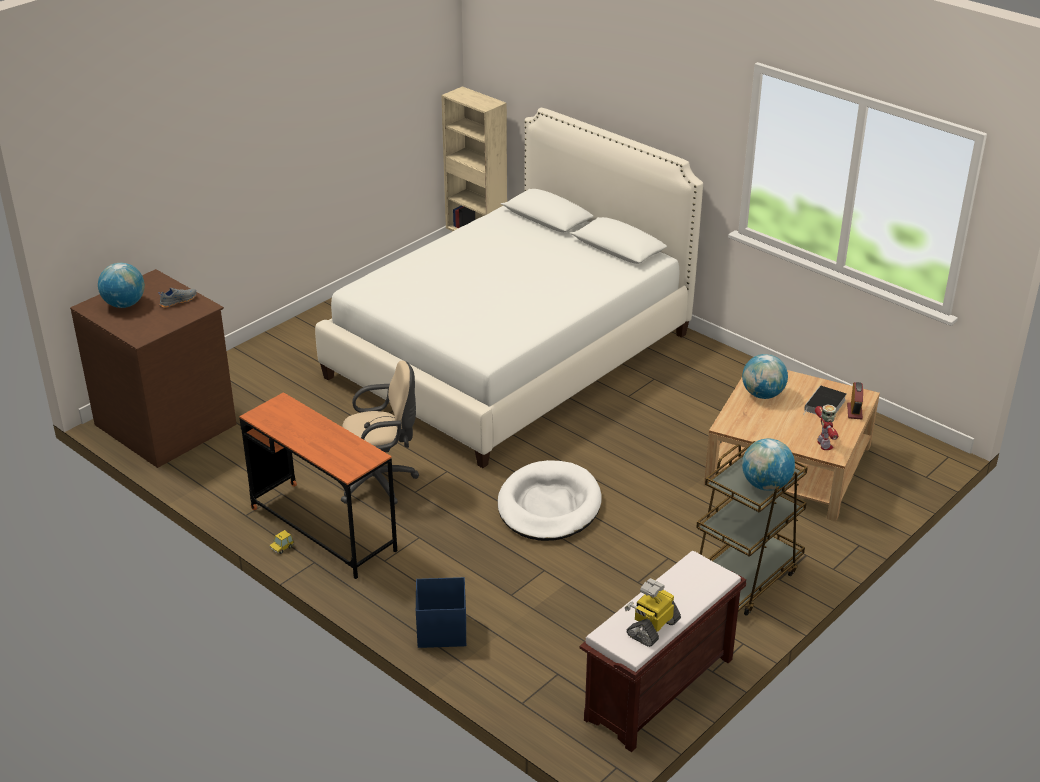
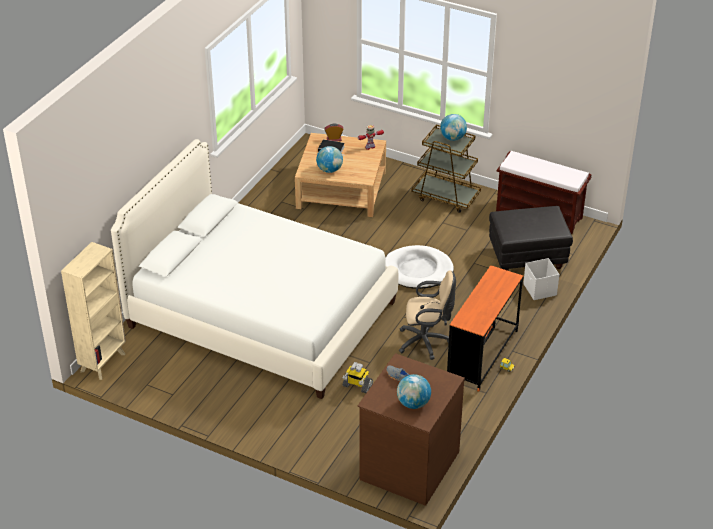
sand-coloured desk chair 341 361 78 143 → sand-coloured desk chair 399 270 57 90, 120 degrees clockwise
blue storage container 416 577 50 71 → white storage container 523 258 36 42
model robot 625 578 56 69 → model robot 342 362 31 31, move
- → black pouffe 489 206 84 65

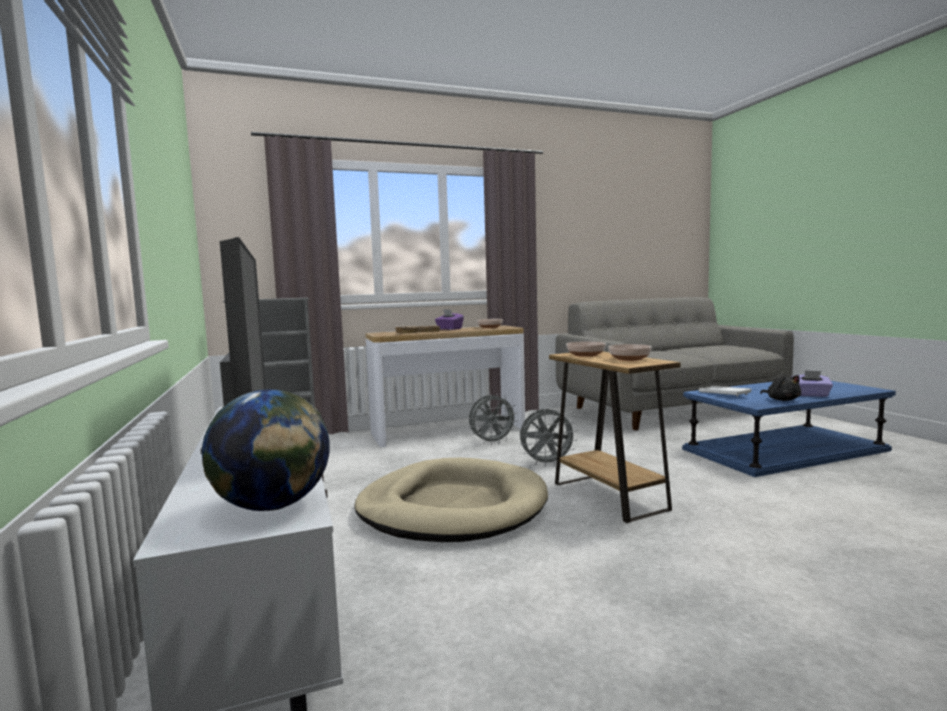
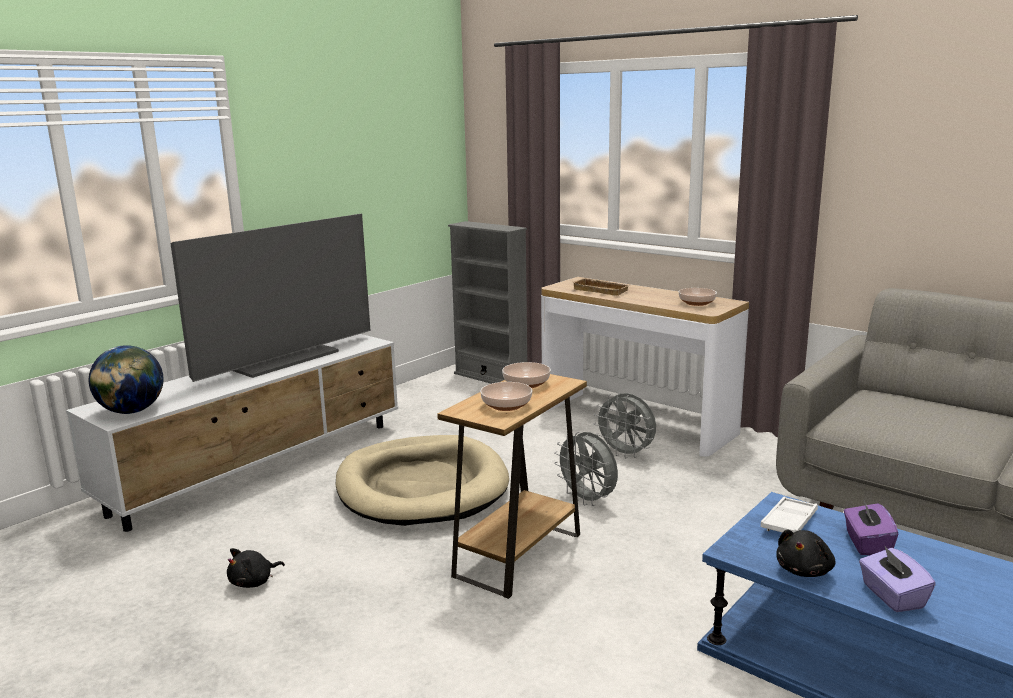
purplish tissue holder 435 309 29 21 → purplish tissue holder 844 501 54 54, move
- → black plush toy 227 548 58 40

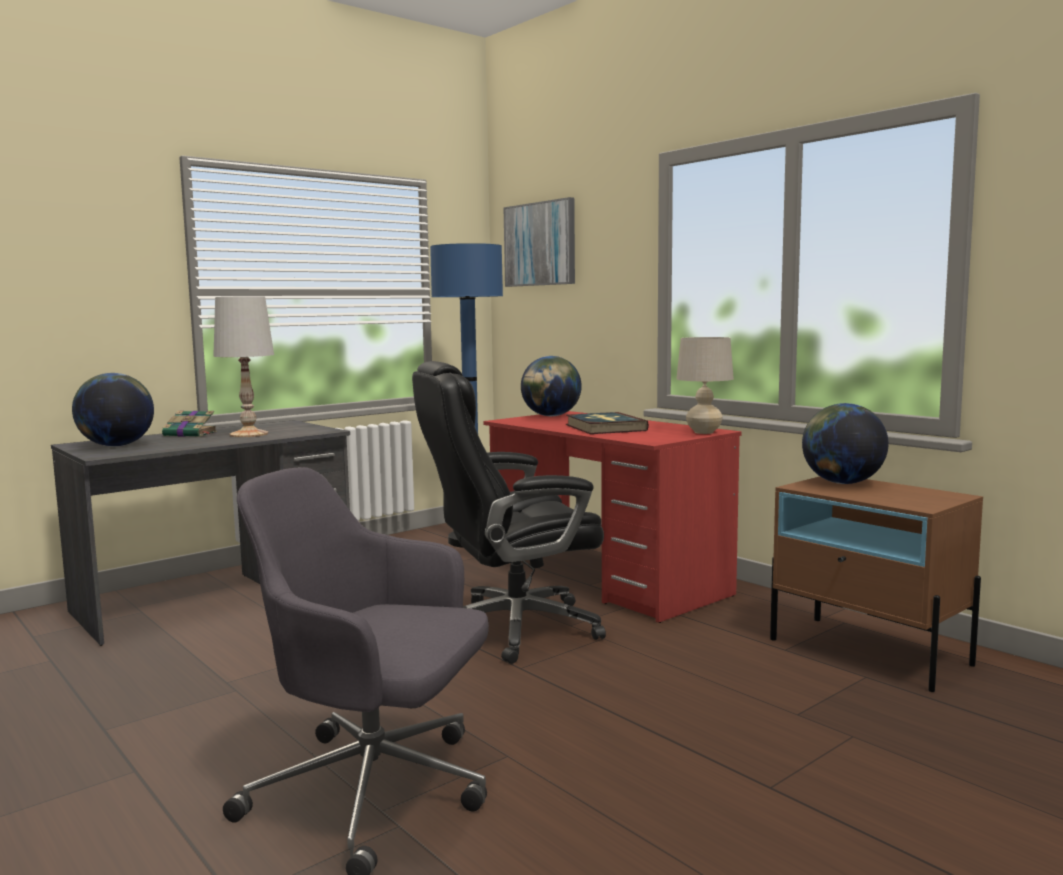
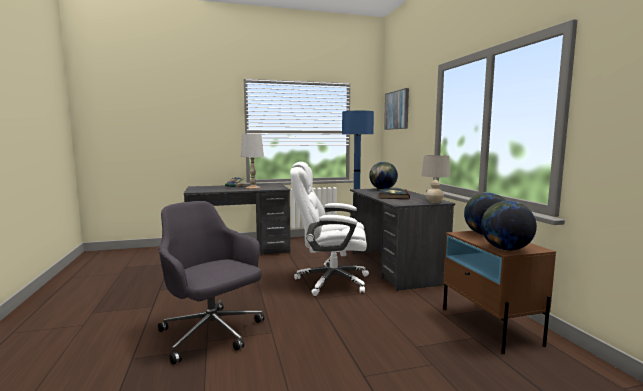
globe 72 373 82 74 → globe 481 201 56 50, move
black desk chair 412 361 194 303 → white desk chair 290 162 79 134
red-coloured desk unit 483 411 259 212 → grey desk unit 350 188 105 103

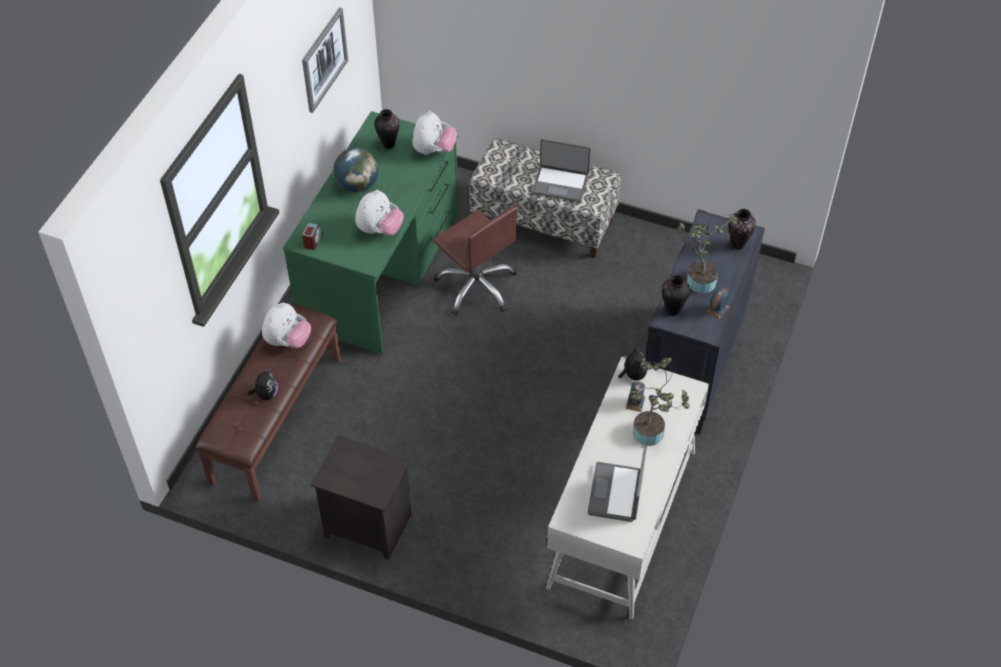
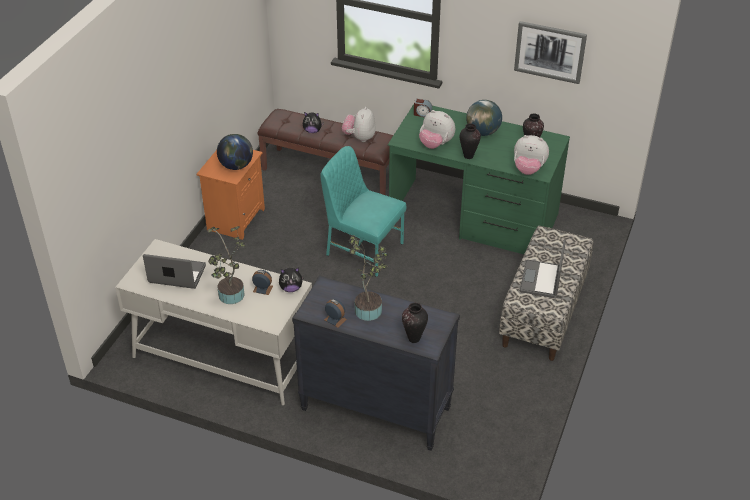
plush toy 262 302 49 46 → plush toy 342 107 34 35, 75 degrees clockwise
black night table 311 435 100 125 → orange-coloured night table 196 150 69 90
brownish desk chair 433 206 85 110 → -
vase 662 275 28 41 → vase 460 123 21 36, move
- → globe 217 134 36 36
- → turquoise-coloured plain chair 320 146 86 131

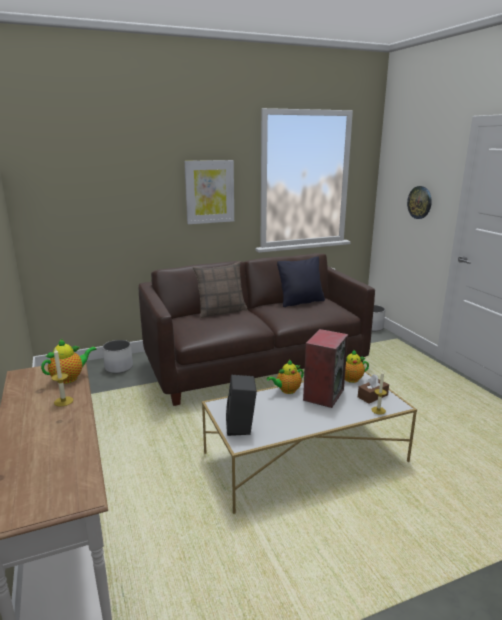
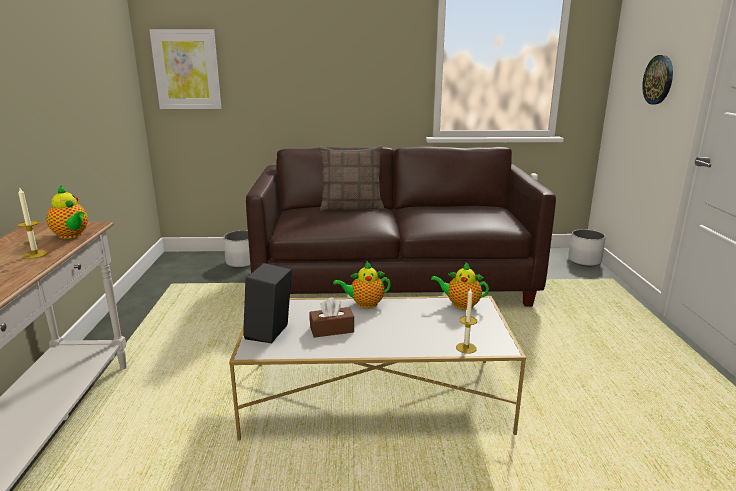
teapot 41 339 56 45 → teapot 46 186 42 53, 60 degrees clockwise
picture 184 160 50 64 → picture 149 29 72 80, move
black throw pillow 277 256 48 51 → -
audio speaker 303 329 45 79 → -
brownish tissue holder 358 374 31 30 → brownish tissue holder 310 297 44 41, move

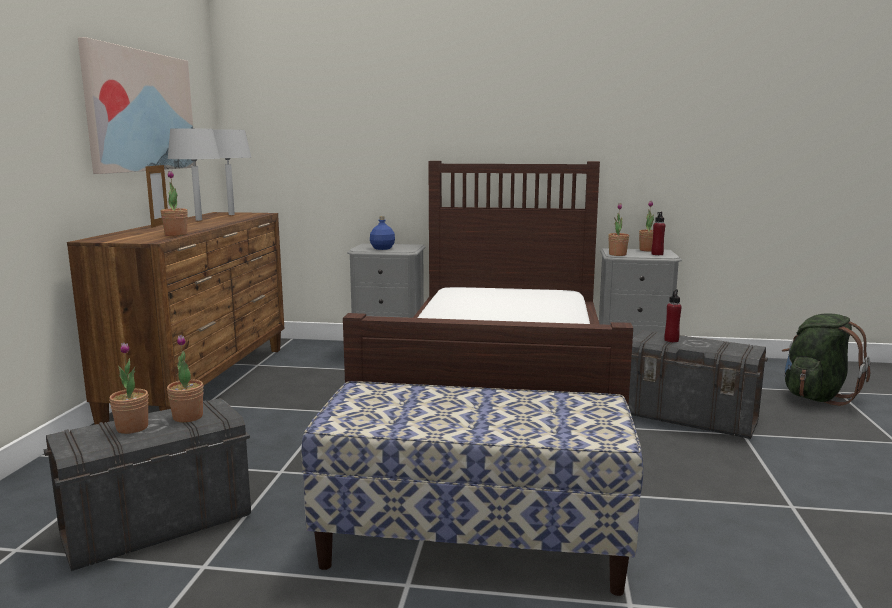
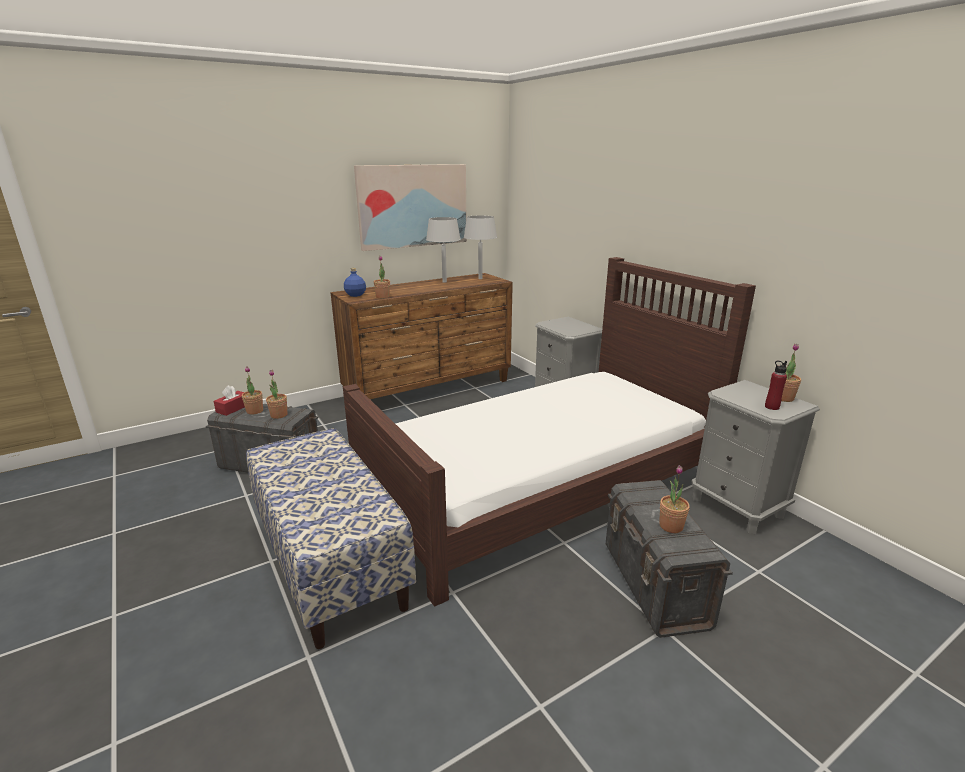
standing frame 145 165 23 63 → -
blue drink bottle 370 216 25 34 → blue drink bottle 344 268 22 29, move
plant in a pot 608 203 21 53 → plant in a pot 659 465 31 68, move
red-coloured drink bottle 664 289 18 53 → -
greenish knapsack 782 313 88 93 → -
- → red-coloured tissue holder 214 385 31 31

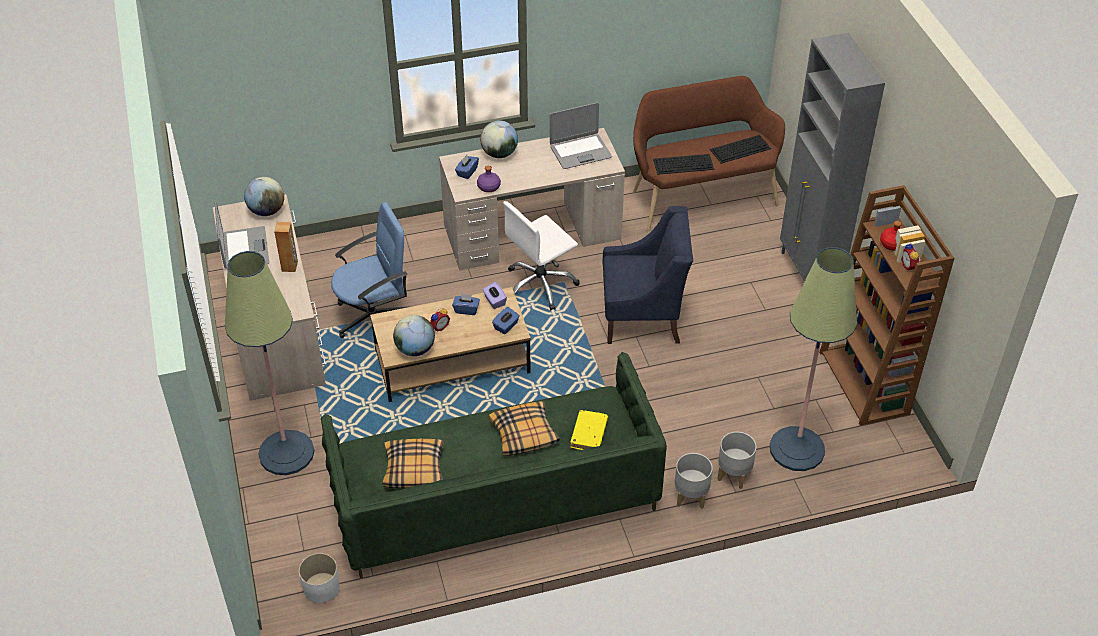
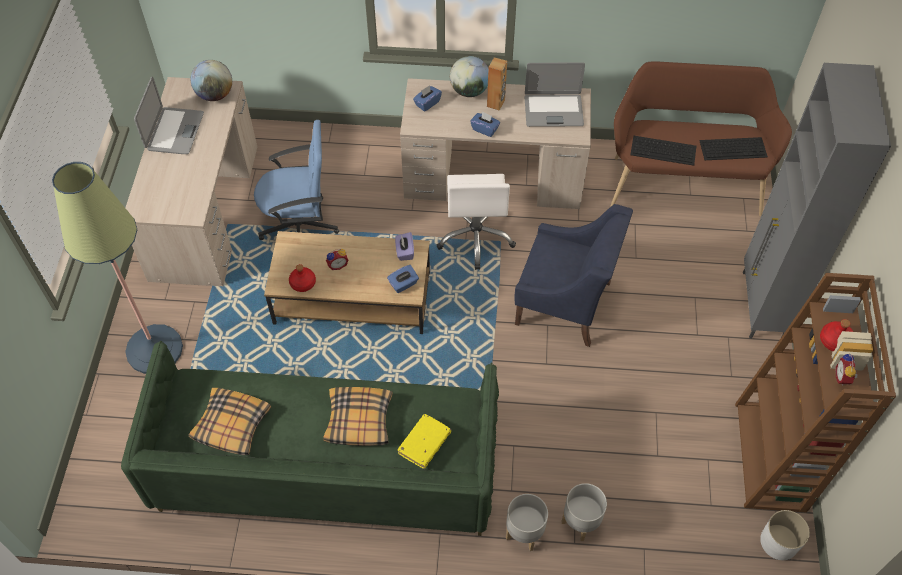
brownish audio speaker 274 222 24 50 → brownish audio speaker 487 57 20 54, move
white planter 299 553 41 50 → white planter 760 510 50 50, move
globe 393 315 42 41 → red-coloured drink bottle 289 264 27 28
blue tissue holder 452 293 28 22 → blue tissue holder 470 111 30 26, move
purplish drink bottle 477 166 24 26 → -
white desk chair 503 201 77 109 → white desk chair 436 174 80 96, 75 degrees counterclockwise
floor lamp 770 247 87 224 → -

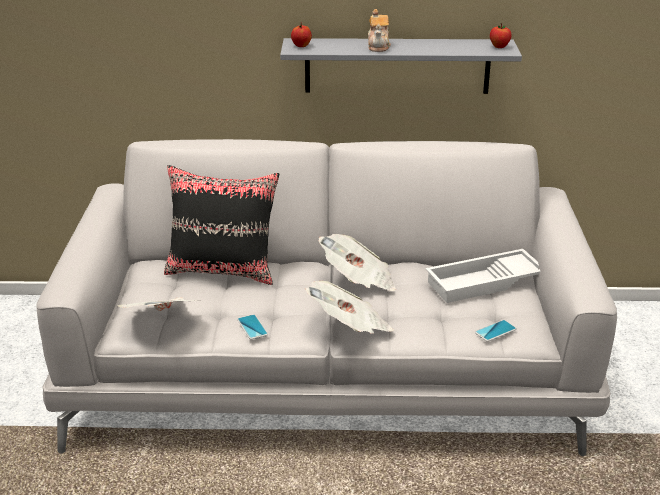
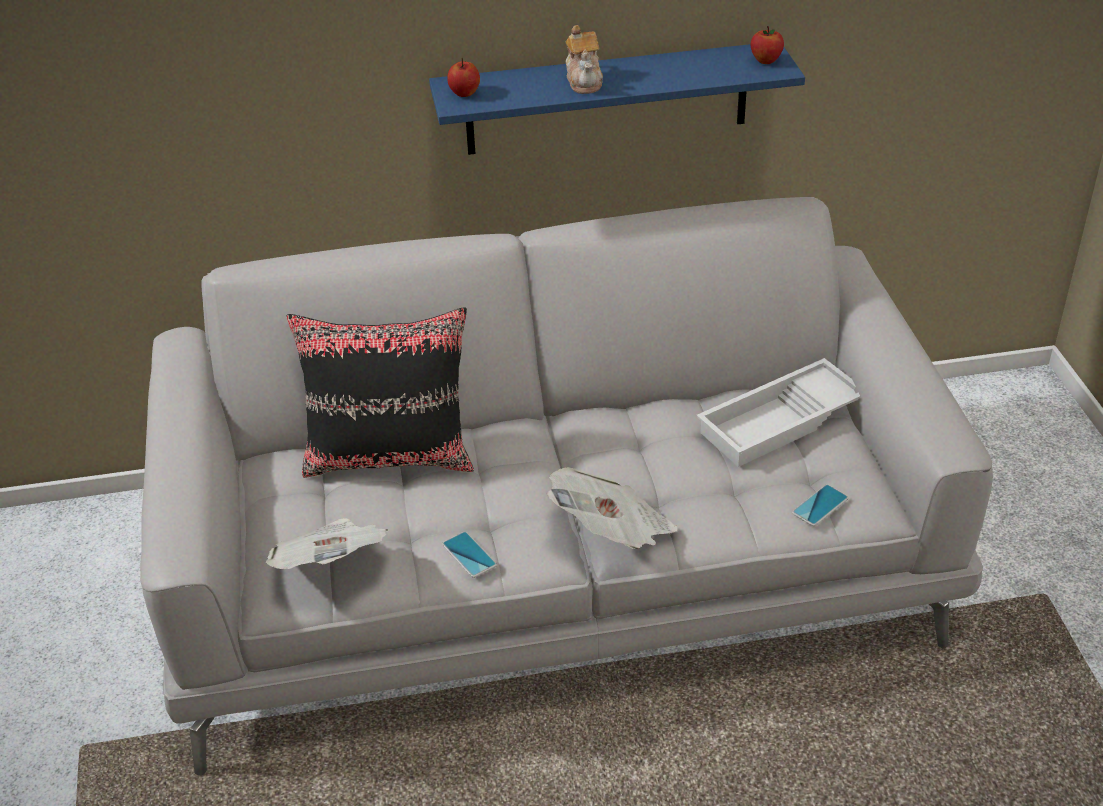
grey bracket shelf 280 38 242 56 → blue bracket shelf 429 44 376 111
printed paper 319 234 77 57 → -

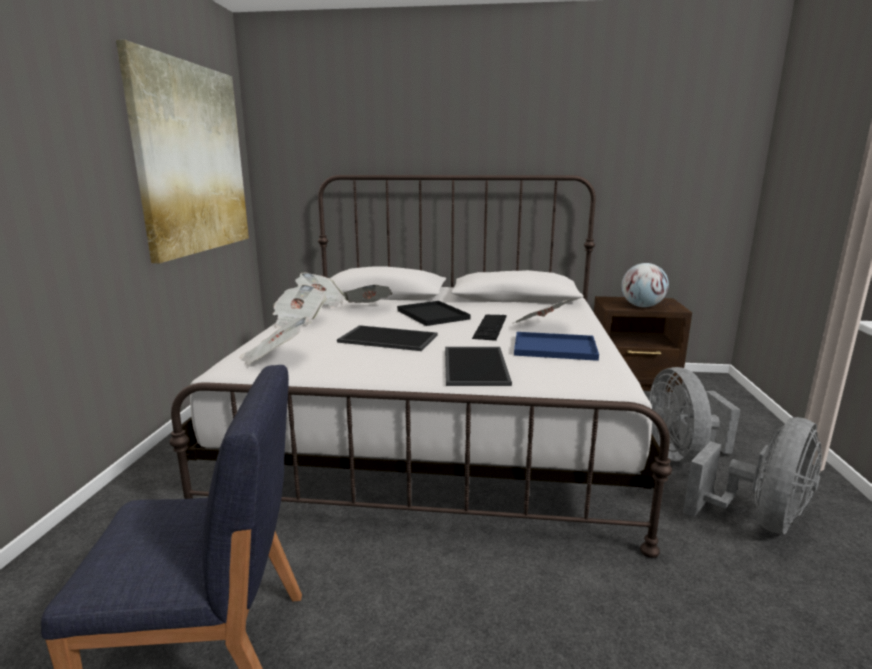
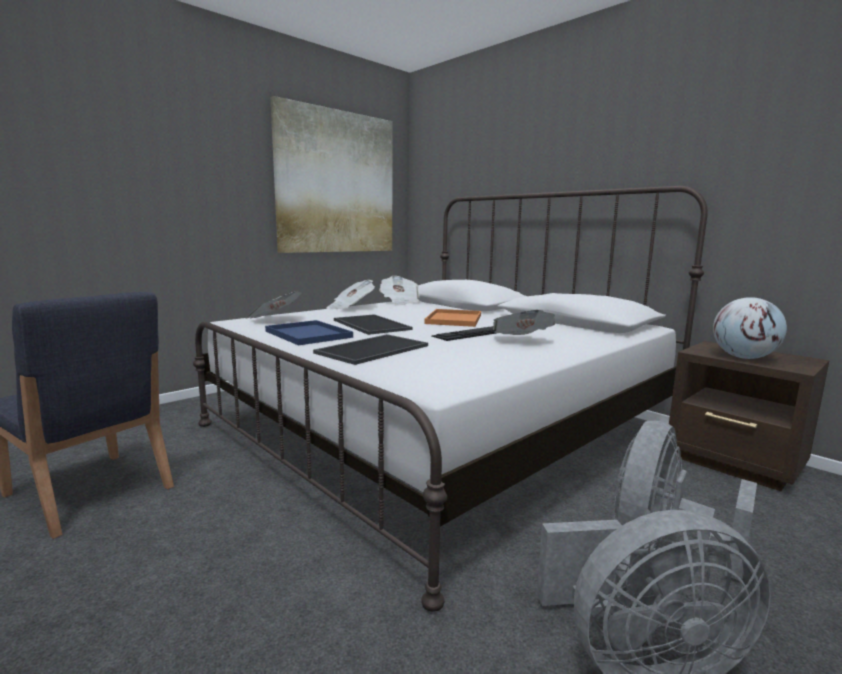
printed paper 344 285 49 18 → -
black tray 397 301 74 25 → orange-coloured tray 424 309 57 18
blue tray 514 332 85 29 → blue tray 265 320 88 25, move

